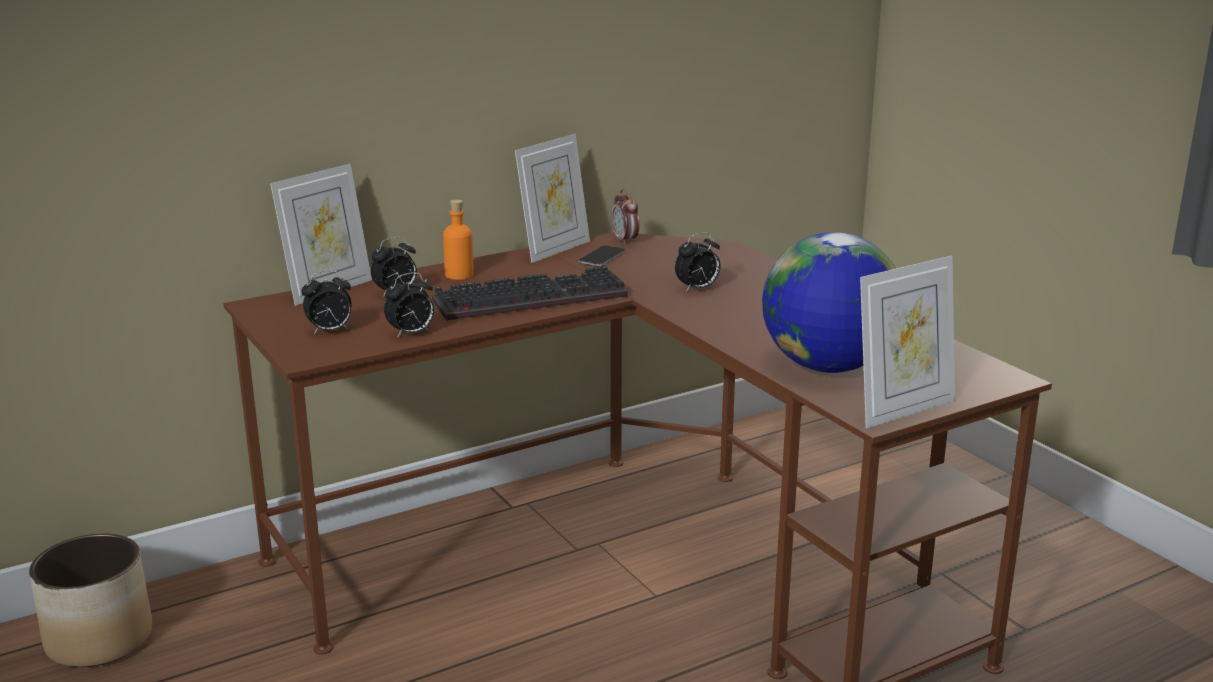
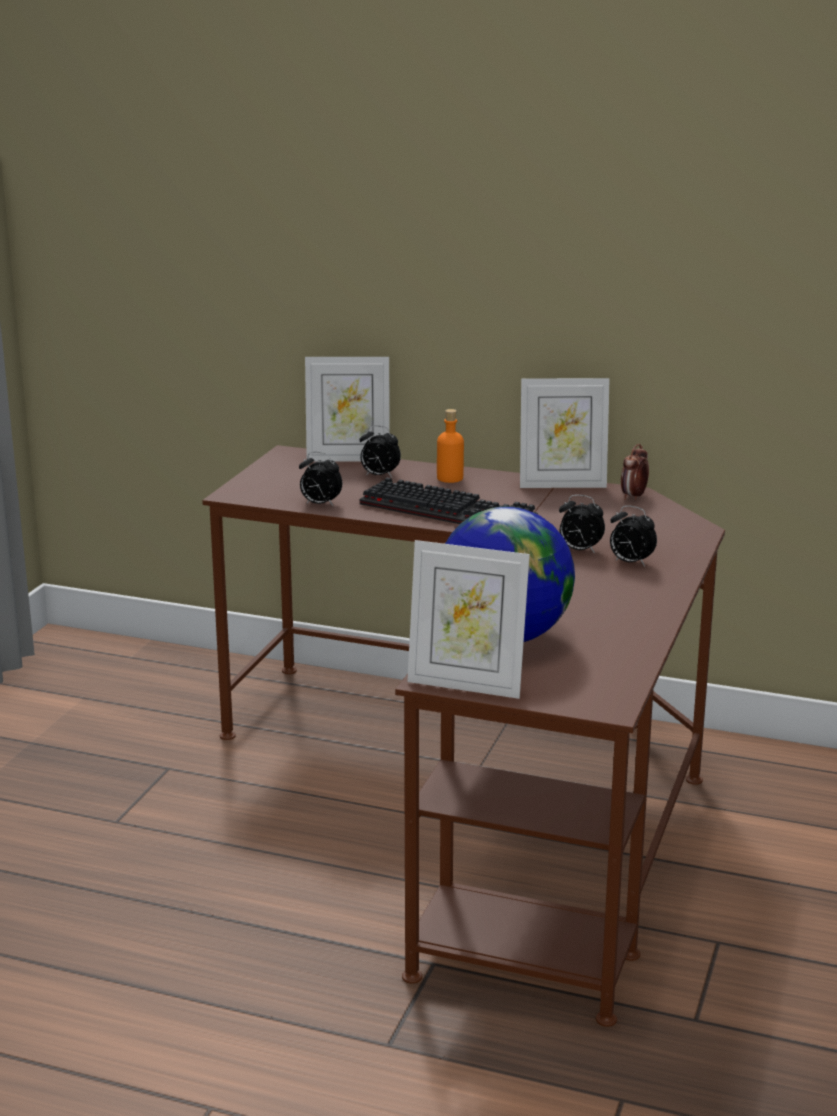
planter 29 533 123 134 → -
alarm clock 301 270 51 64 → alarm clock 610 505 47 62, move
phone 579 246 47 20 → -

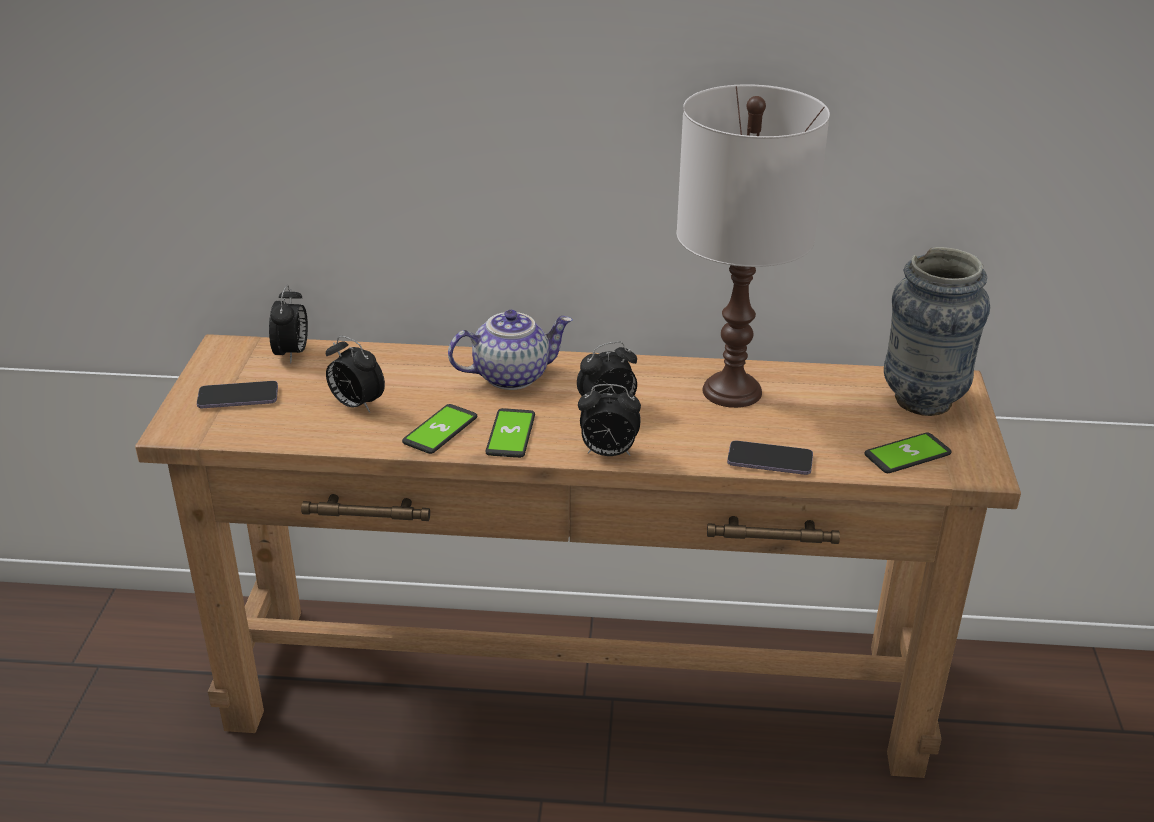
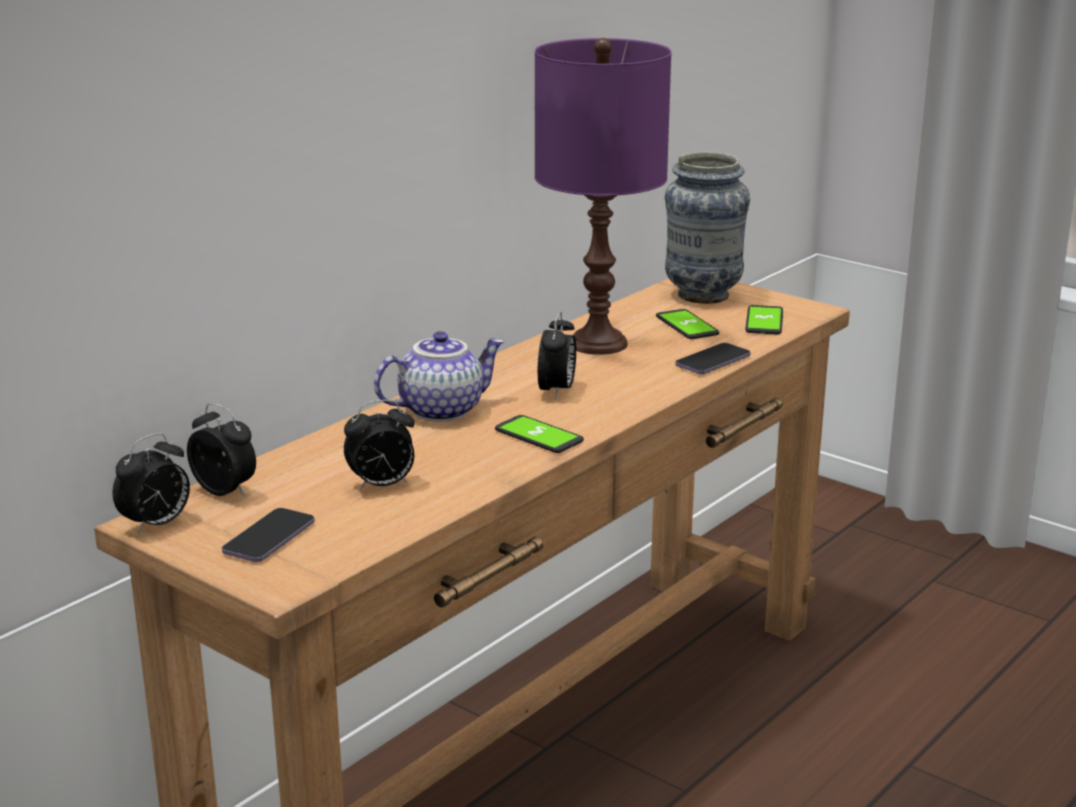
phone 402 404 75 50 → phone 656 309 63 30, move
teapot 448 310 125 80 → teapot 374 331 131 91, 45 degrees clockwise
alarm clock 578 384 63 72 → alarm clock 113 433 77 102, move
white table lamp 677 84 153 324 → purplish table lamp 535 38 137 317

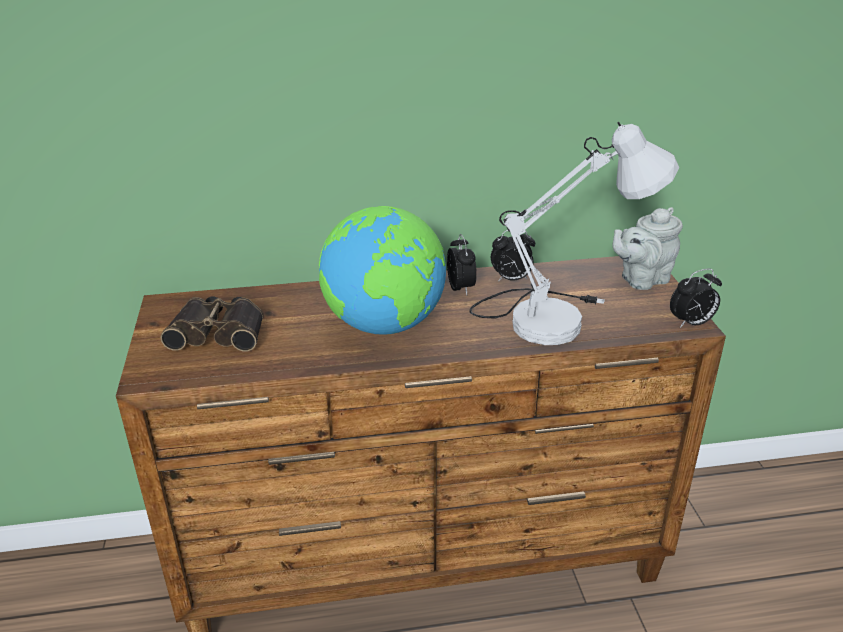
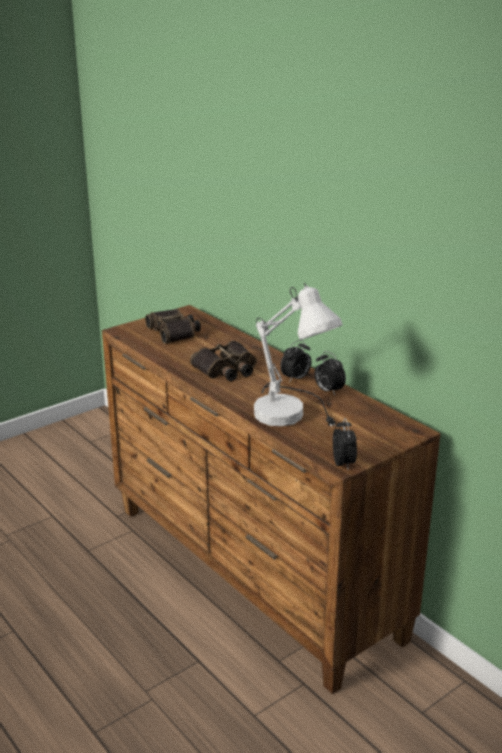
globe 319 206 127 129 → field glasses 190 340 67 41
grey teapot 613 207 70 83 → -
alarm clock 670 268 52 60 → alarm clock 333 418 24 52, 135 degrees counterclockwise

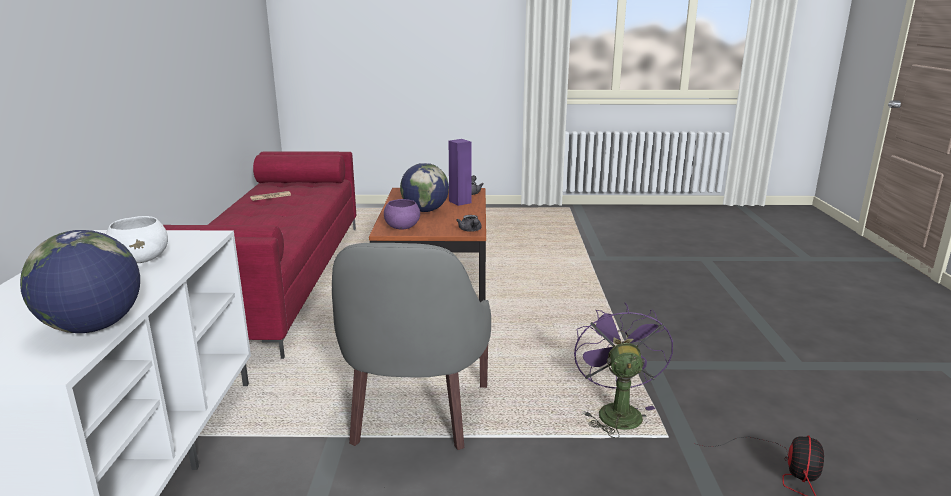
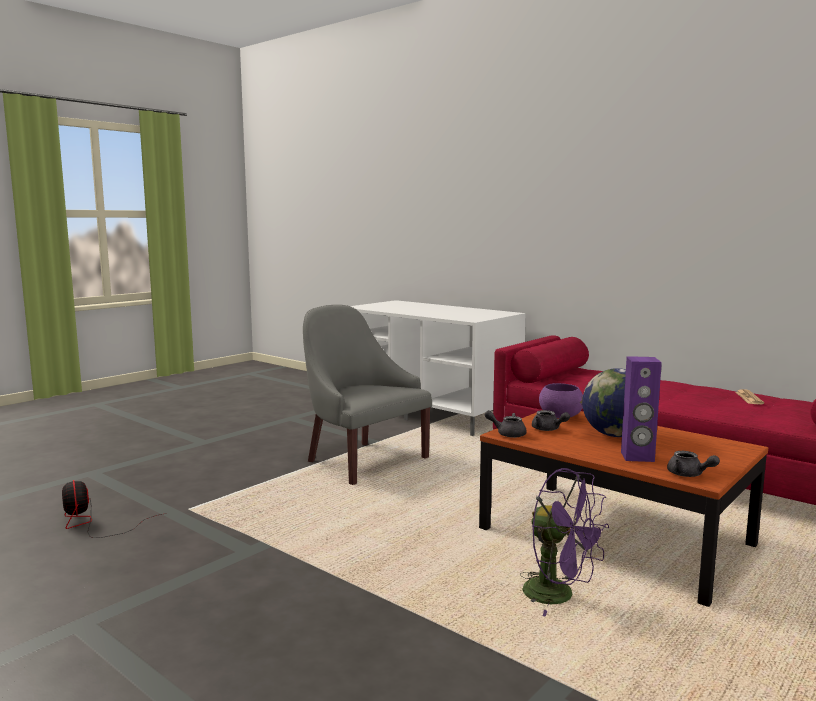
globe 20 230 120 103 → -
white bowl 106 216 62 47 → -
purplish cooling fan 574 303 99 135 → purplish cooling fan 520 468 89 149, move
- → grey teapot 532 410 38 21

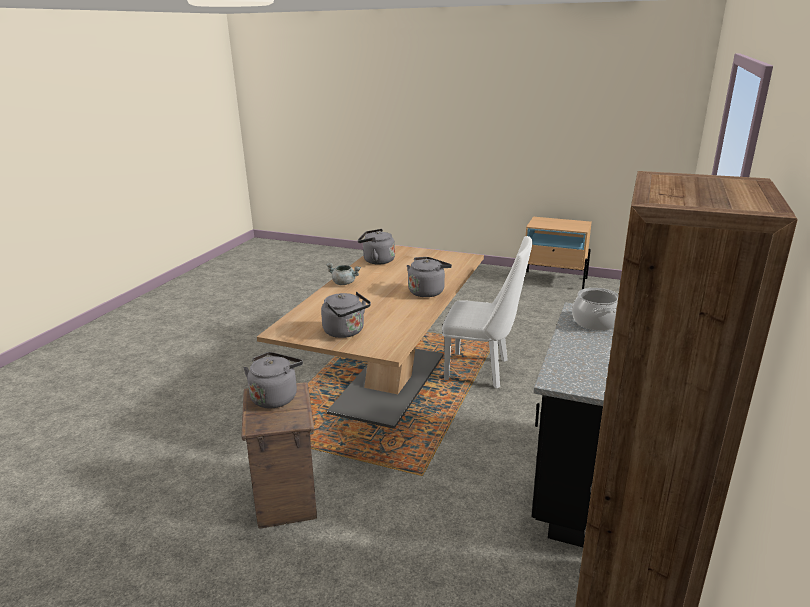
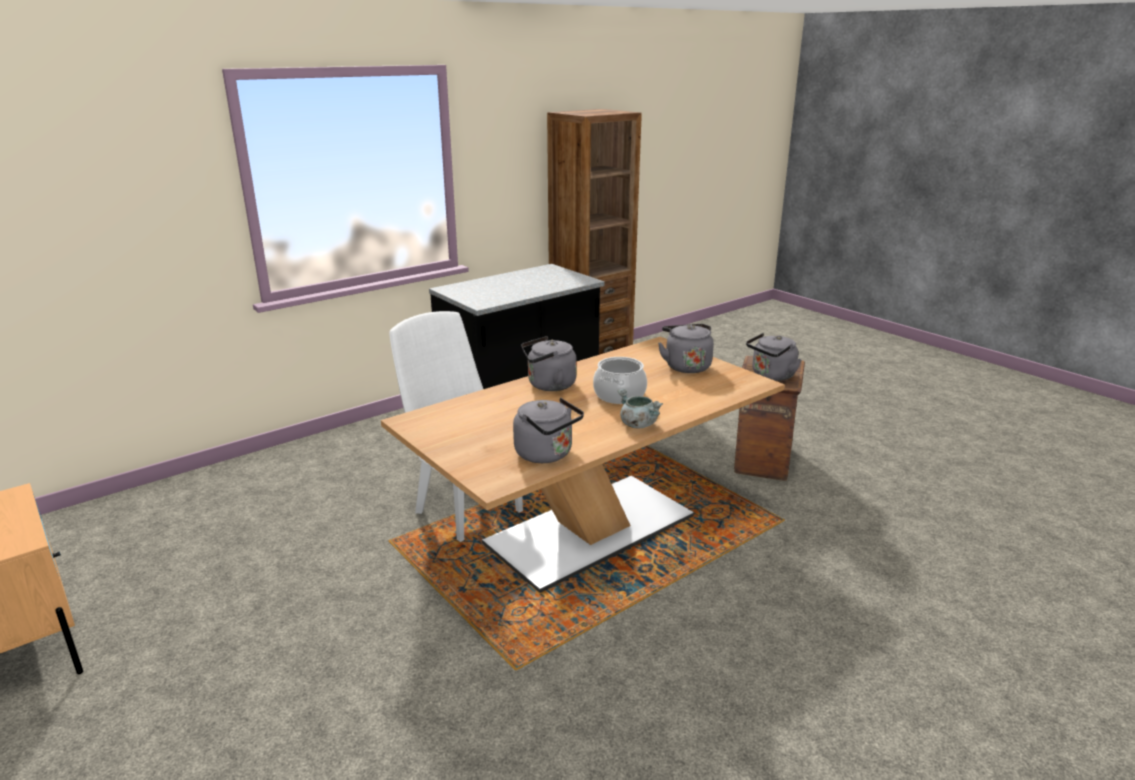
cooking pot 572 288 47 42 → cooking pot 593 357 54 47, move

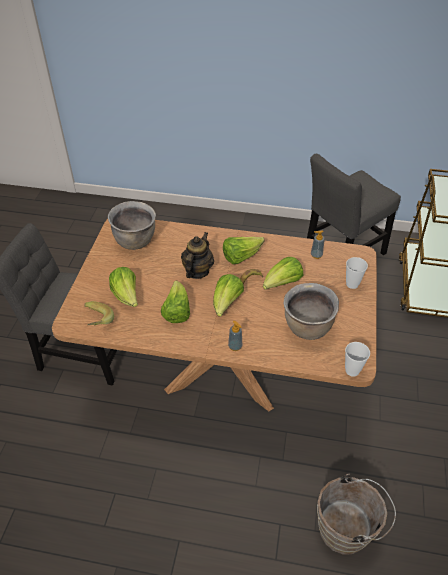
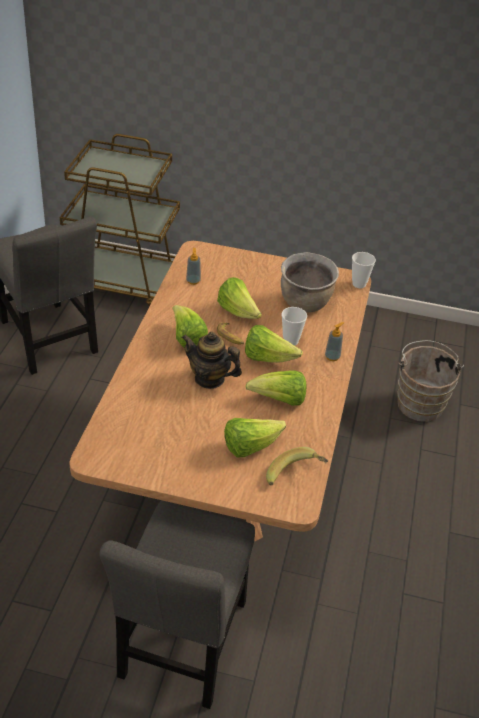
brownish cooking pot 108 201 48 49 → -
drinking cup 346 257 22 32 → drinking cup 281 307 26 39, move

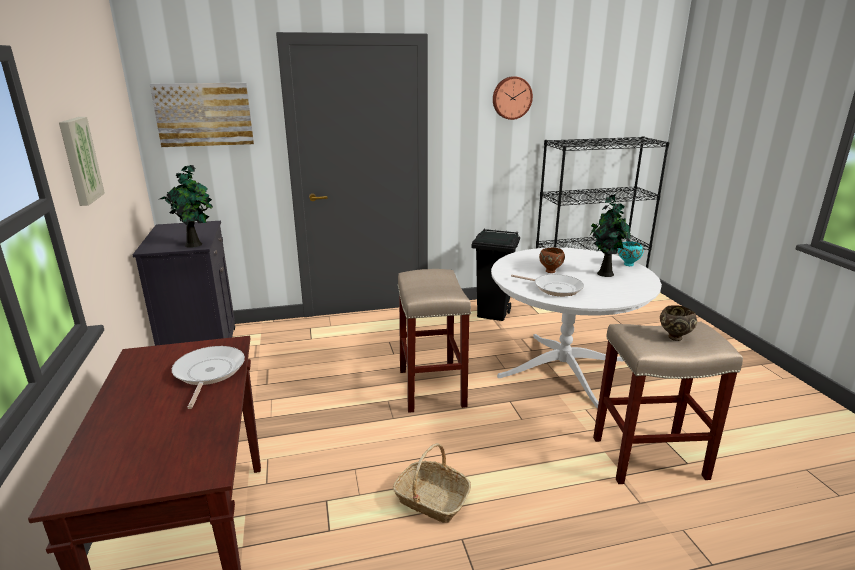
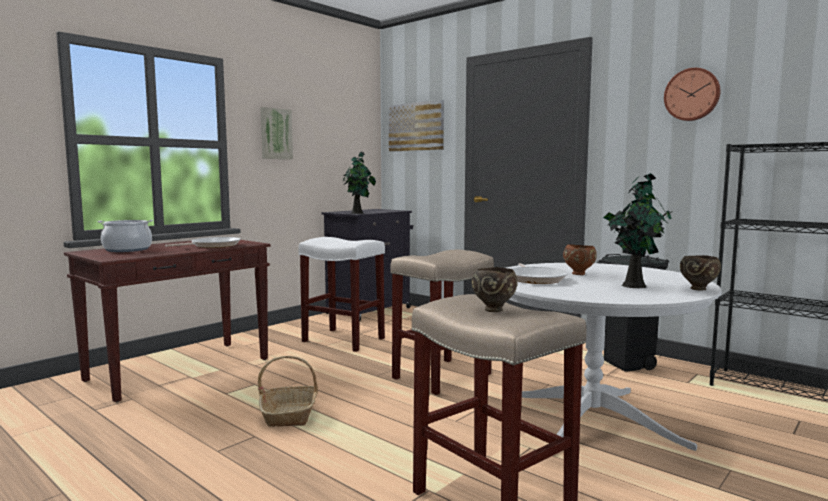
turquoise-coloured bowl 618 241 26 25 → brownish bowl 680 255 41 36
- → cooking pot 98 220 55 32
- → white stool 298 237 87 115

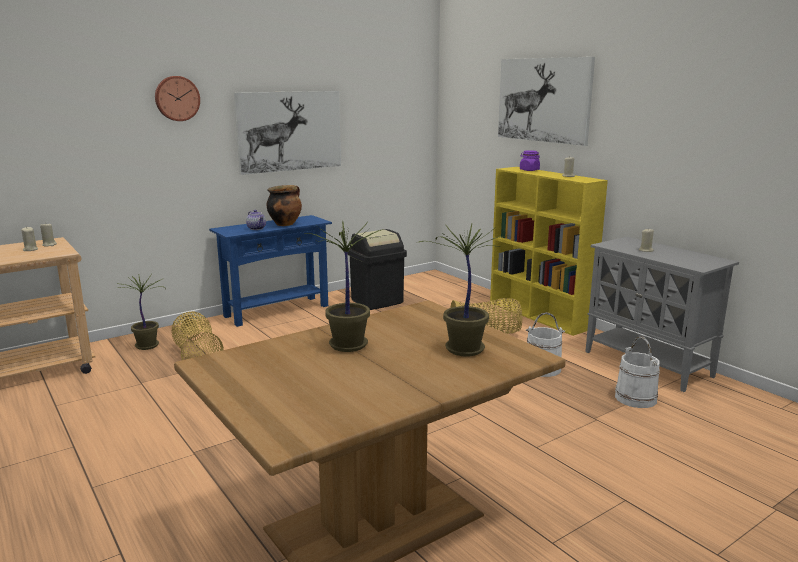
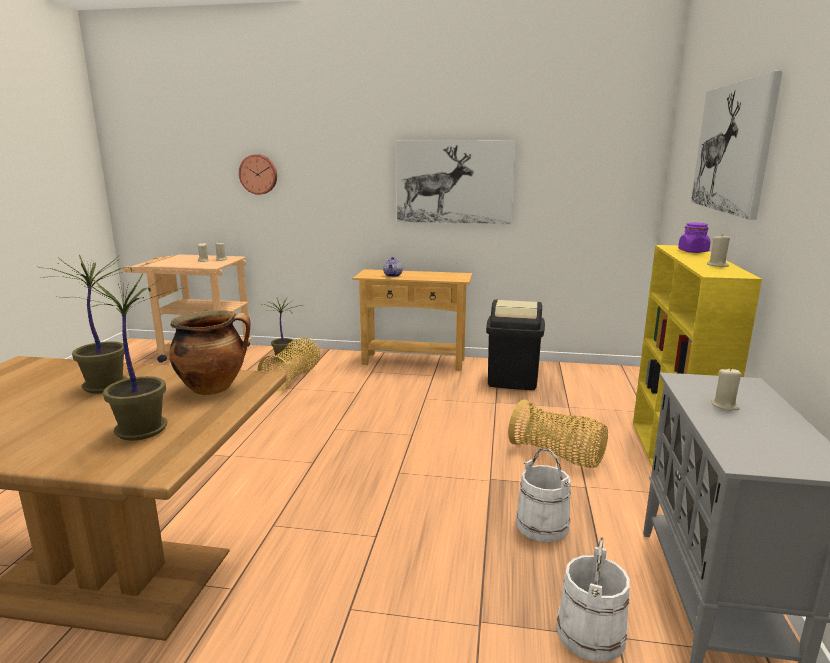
clock on the wall 155 76 45 45 → clock on the wall 239 155 38 40, move
blue hall table 209 215 123 112 → sand-coloured hall table 353 269 119 102
cooking pot 266 185 36 41 → cooking pot 169 310 82 85, move

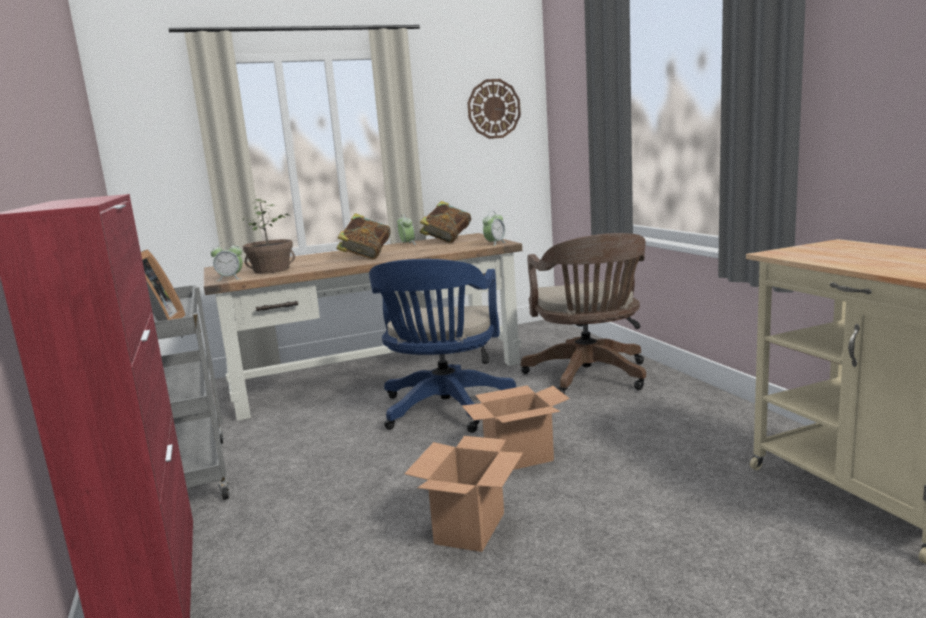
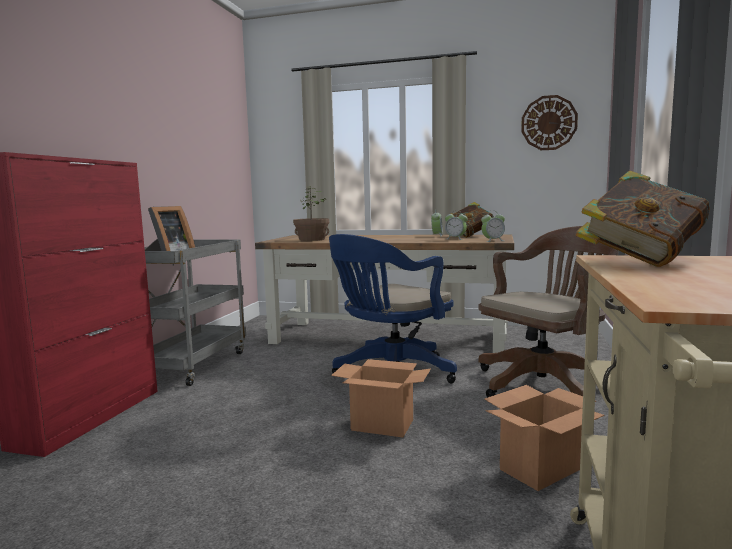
alarm clock 211 241 32 40 → alarm clock 445 210 23 30, move
book 336 213 55 46 → book 575 170 135 97, move
cardboard box 404 436 119 116 → cardboard box 485 385 120 106, move
brownish desk chair 521 233 125 161 → brownish desk chair 478 226 141 171, 150 degrees counterclockwise

